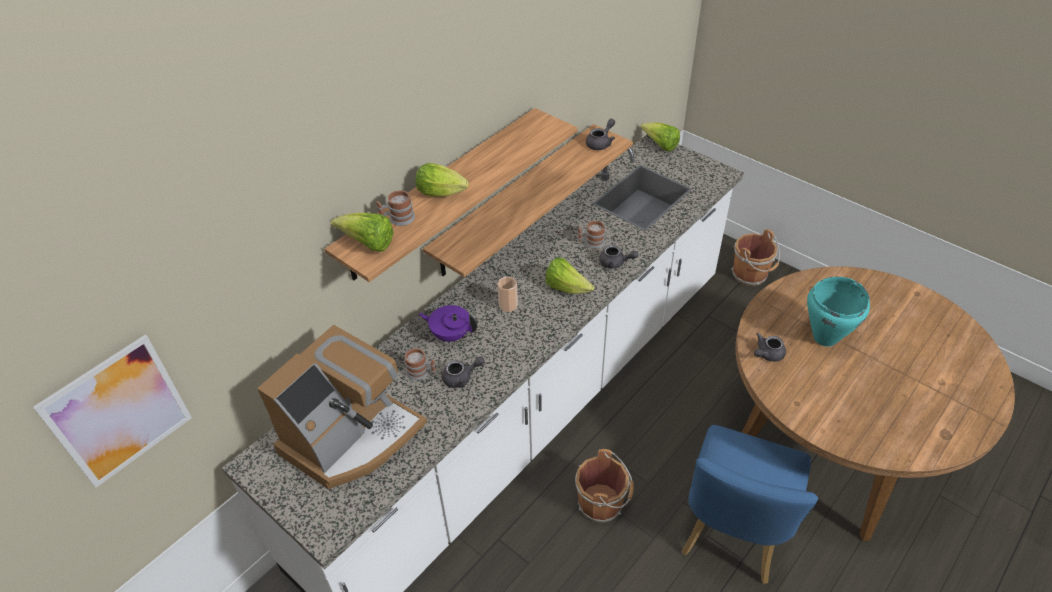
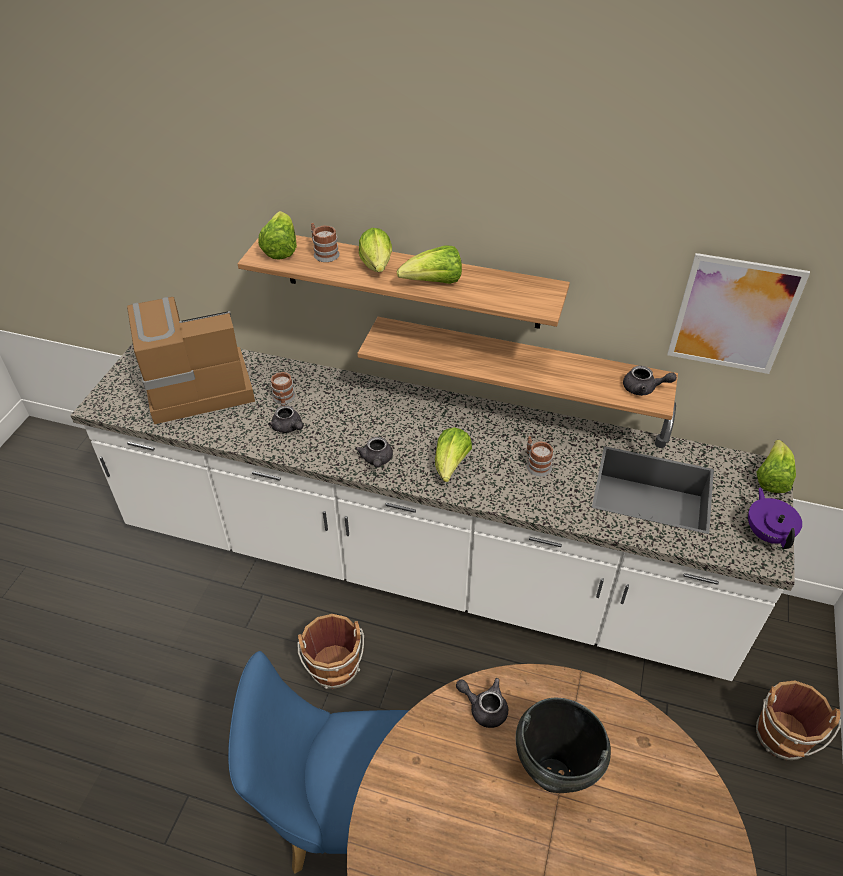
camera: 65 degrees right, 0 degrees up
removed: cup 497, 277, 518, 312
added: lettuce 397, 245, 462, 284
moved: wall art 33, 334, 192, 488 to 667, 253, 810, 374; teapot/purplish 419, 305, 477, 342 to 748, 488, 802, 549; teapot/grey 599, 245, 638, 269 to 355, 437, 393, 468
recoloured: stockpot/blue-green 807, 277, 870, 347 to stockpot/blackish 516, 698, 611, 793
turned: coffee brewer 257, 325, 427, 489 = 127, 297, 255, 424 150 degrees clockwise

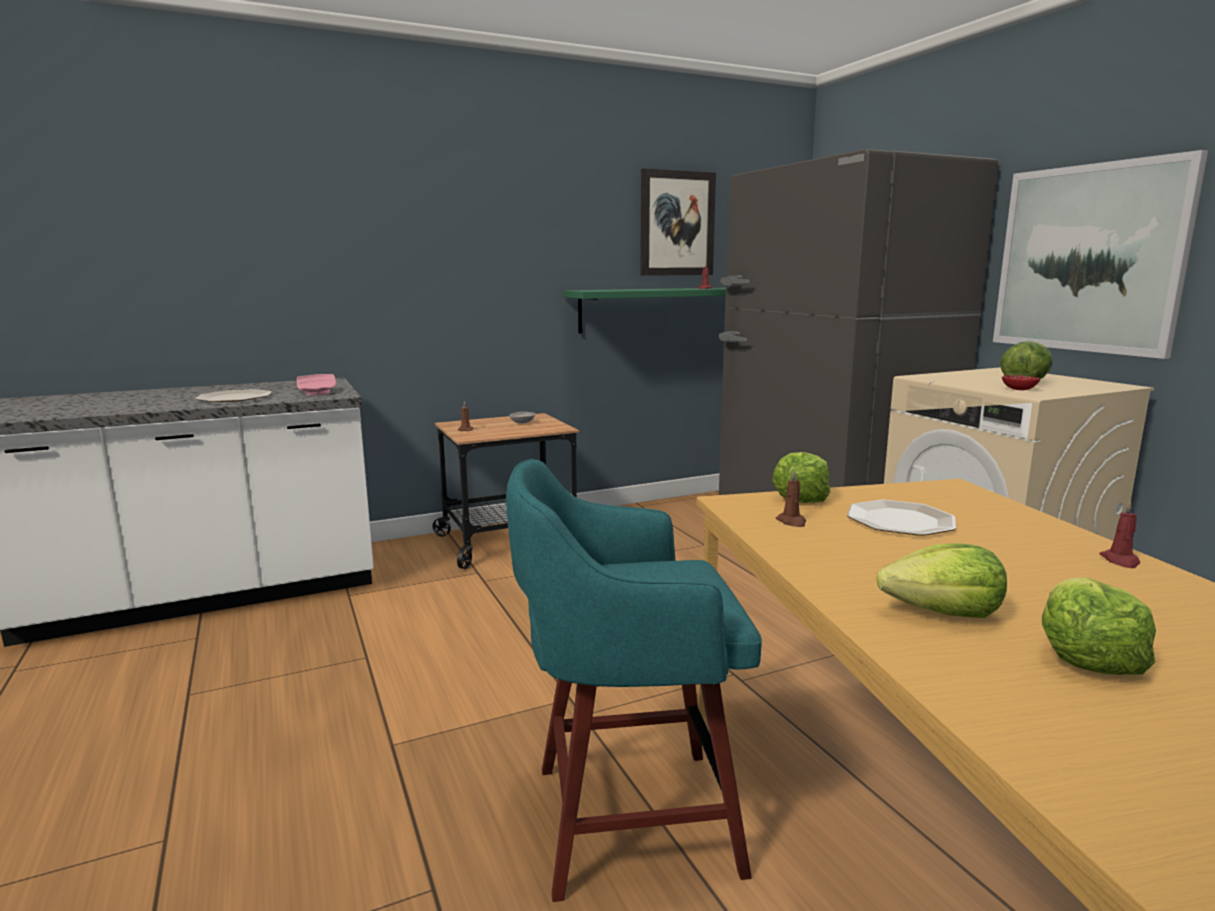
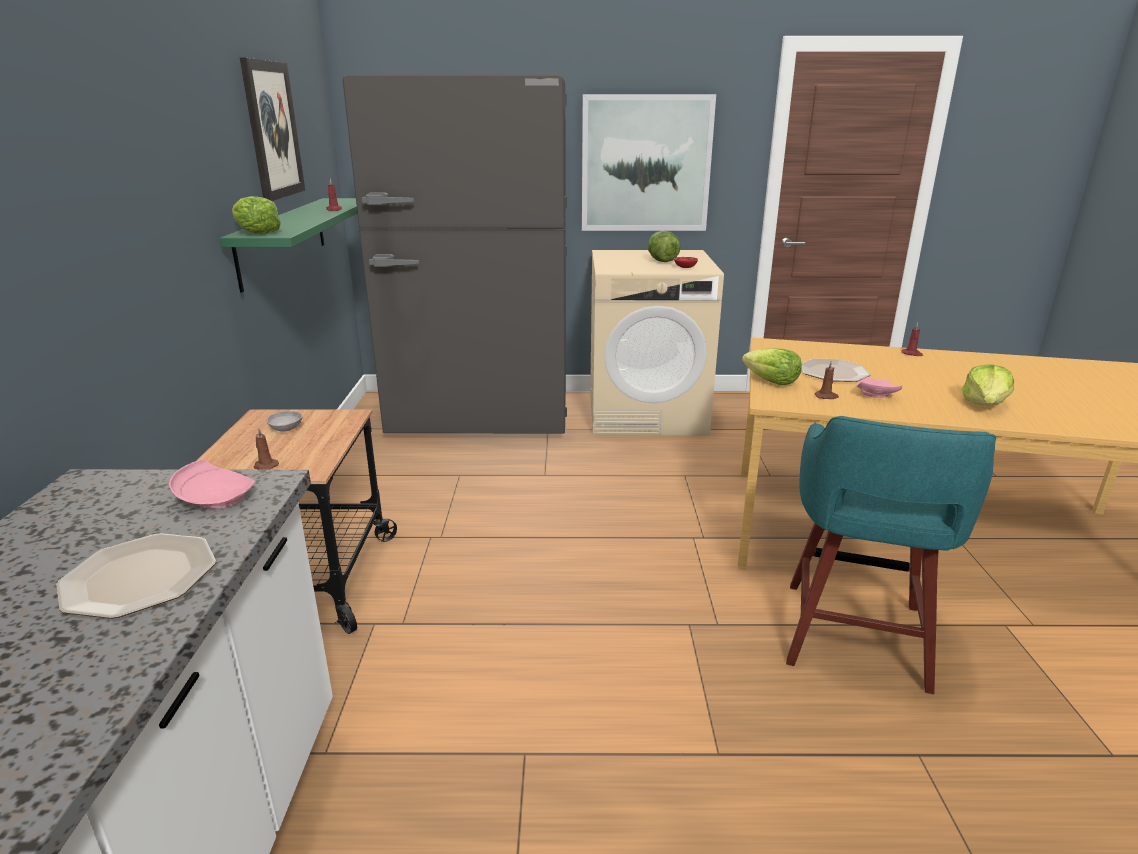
camera: 65 degrees left, 10 degrees up
added: flat dish/pink 856, 378, 902, 398
moved: lettuce 1042, 578, 1156, 675 to 232, 196, 281, 234

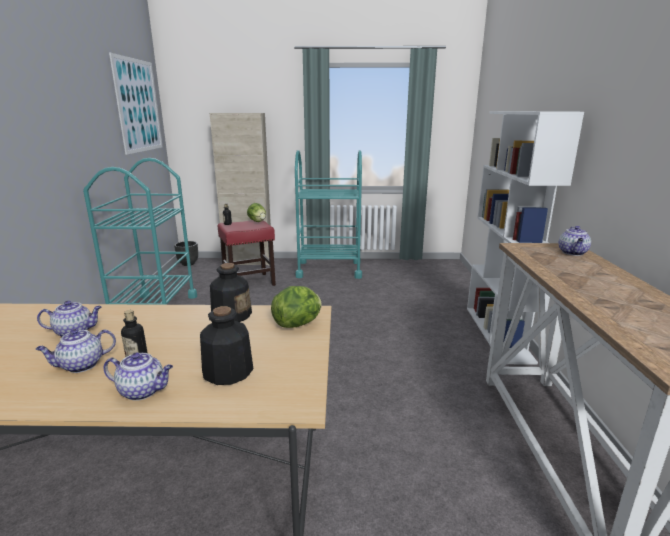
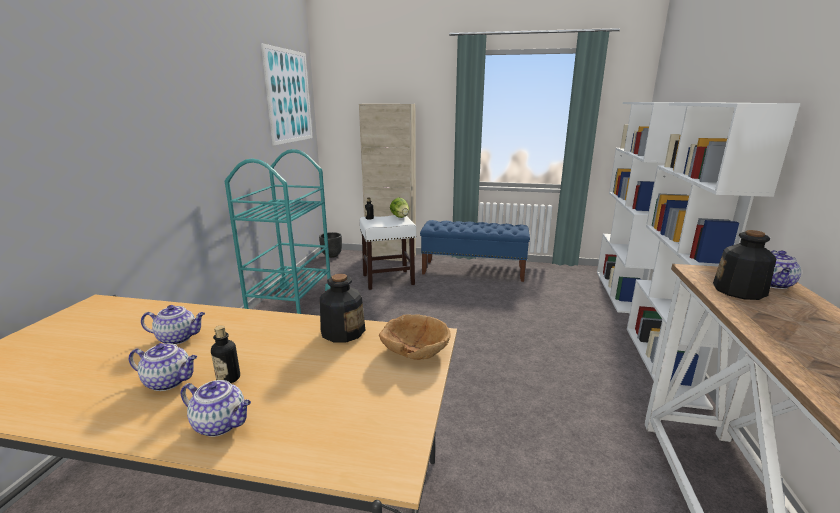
camera: 10 degrees right, 0 degrees up
added: bookcase/whitish 597, 102, 686, 313
moved: bottle 200, 306, 253, 385 to 713, 230, 777, 300
replaced: lettuce 271, 286, 322, 328 to bowl/brown-coloured 379, 314, 451, 360; wheeled cart/blue-green 295, 150, 362, 279 to long seat/bluish 420, 220, 530, 282
recoloured: stool seat/reddish 218, 220, 276, 286 to stool seat/whitish 360, 215, 416, 290
turned: teapot 35, 329, 116, 373 = 129, 343, 197, 391 150 degrees counterclockwise

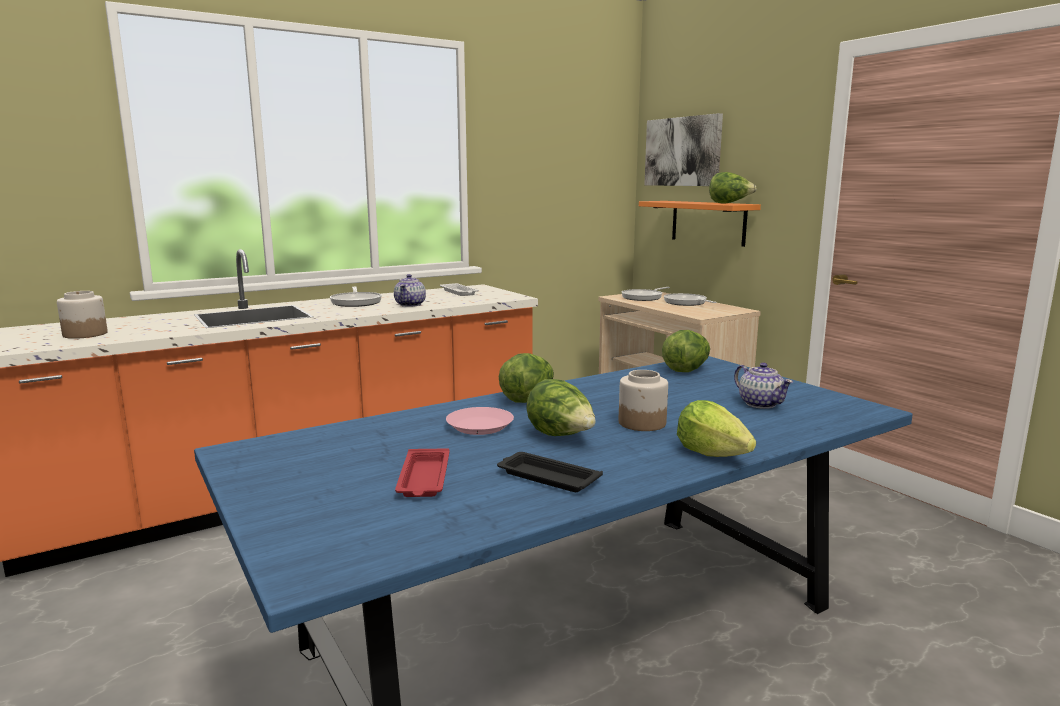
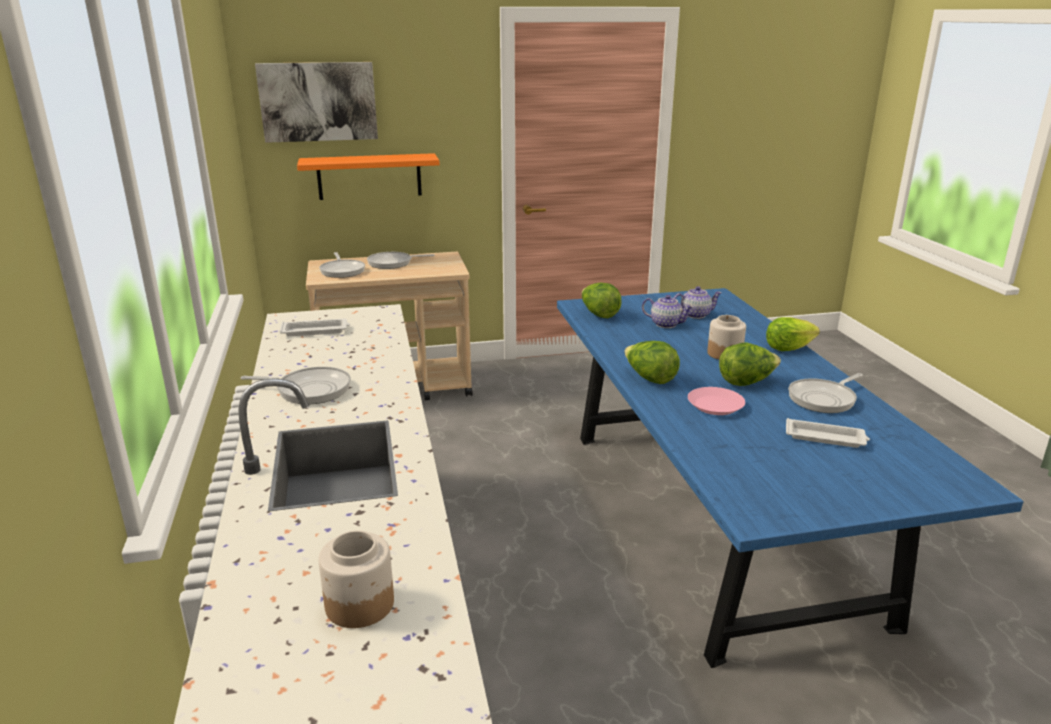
camera: 70 degrees left, 10 degrees up
removed: lettuce 709, 172, 757, 204
moved: teapot 394, 274, 426, 307 to 642, 295, 694, 328
replaced: carrying tray/blackish 497, 452, 603, 492 to pan 788, 373, 863, 413
recoloured: carrying tray/reddish 395, 448, 450, 497 to carrying tray/whitish 786, 418, 870, 448

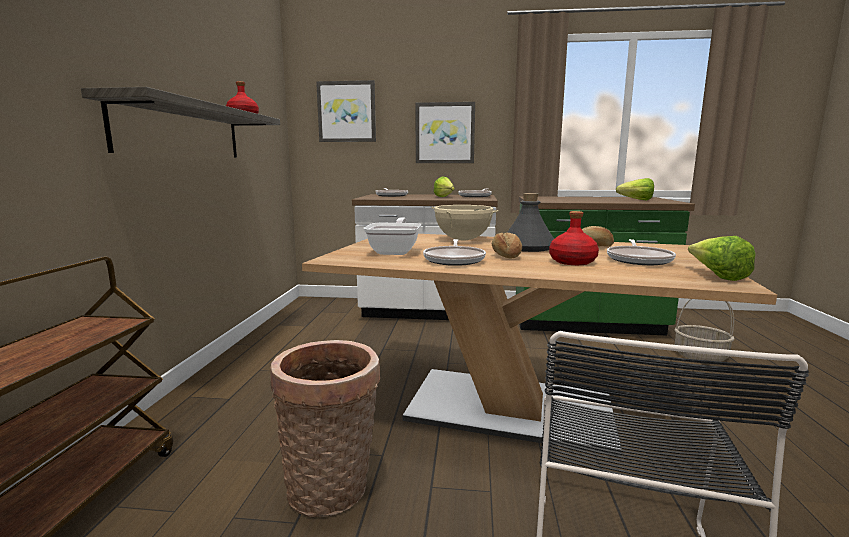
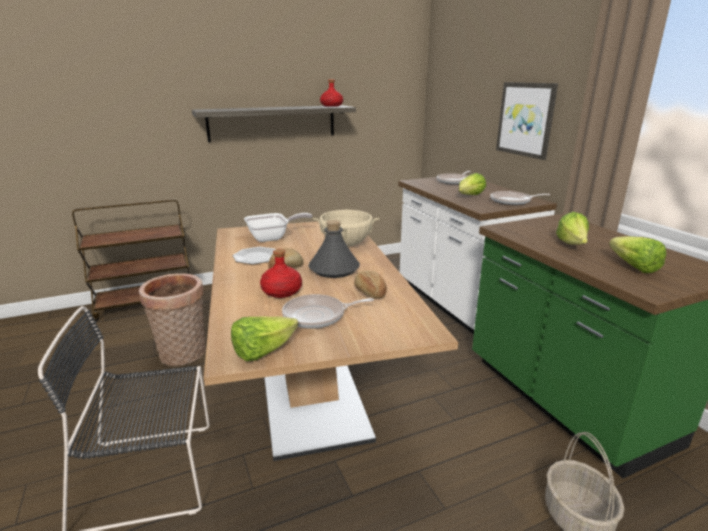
camera: 60 degrees right, 10 degrees up
removed: wall art 316, 80, 376, 142
added: lettuce 556, 212, 589, 245
replaced: pan 423, 239, 486, 266 to flat dish 233, 247, 276, 264

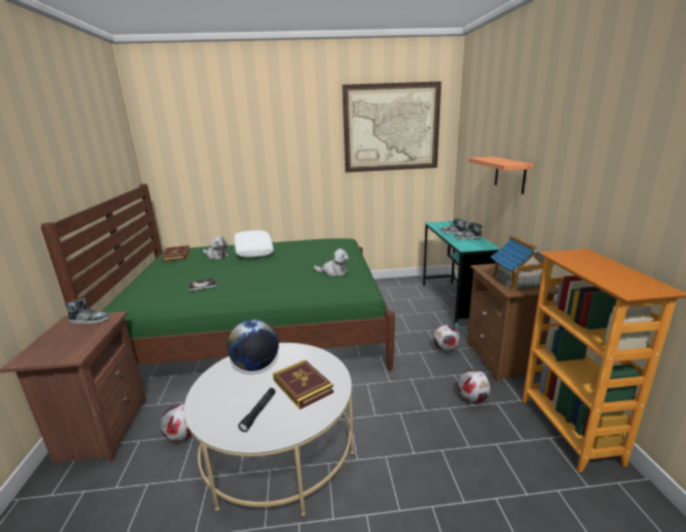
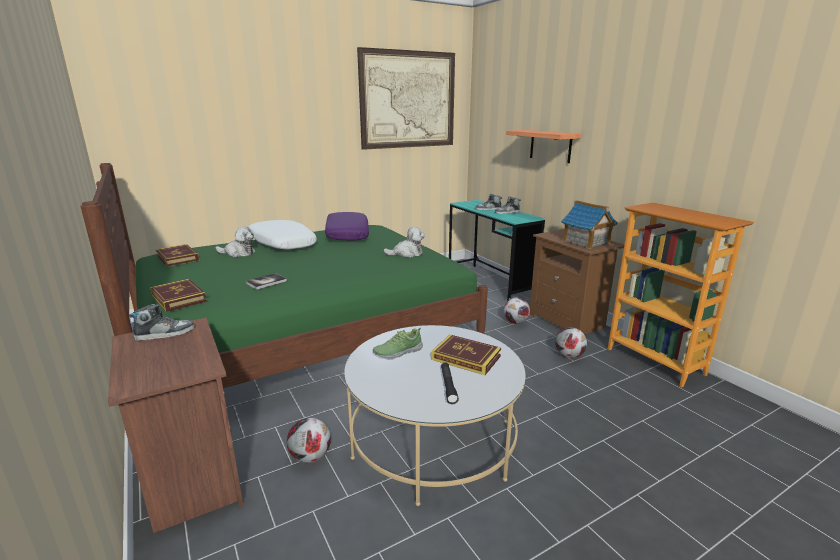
camera: 25 degrees left, 0 degrees up
added: book 150, 279, 207, 312; throw pillow/purplish 325, 212, 369, 241
replaced: world globe 227, 319, 279, 371 to shoe 373, 328, 423, 359

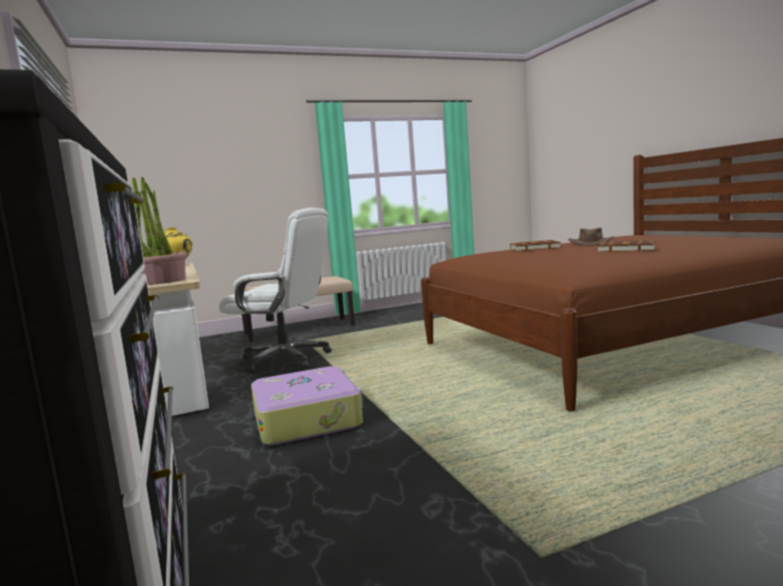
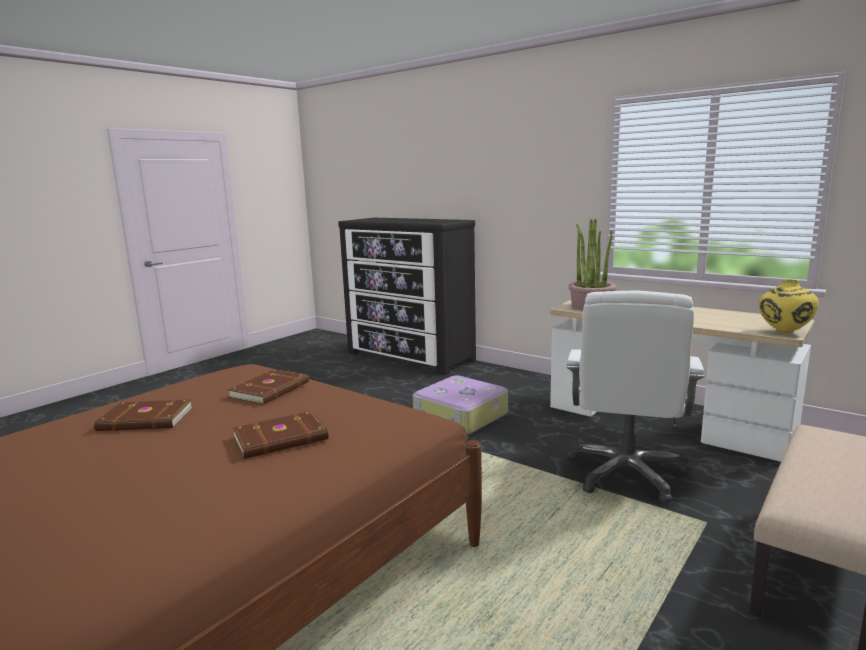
camera: 150 degrees right, 5 degrees up
removed: hat/brown-coloured 568, 228, 614, 246
added: book/brown-coloured 228, 369, 309, 404
turned: office chair/whitish 219, 208, 332, 373 = 567, 291, 704, 503 60 degrees counterclockwise

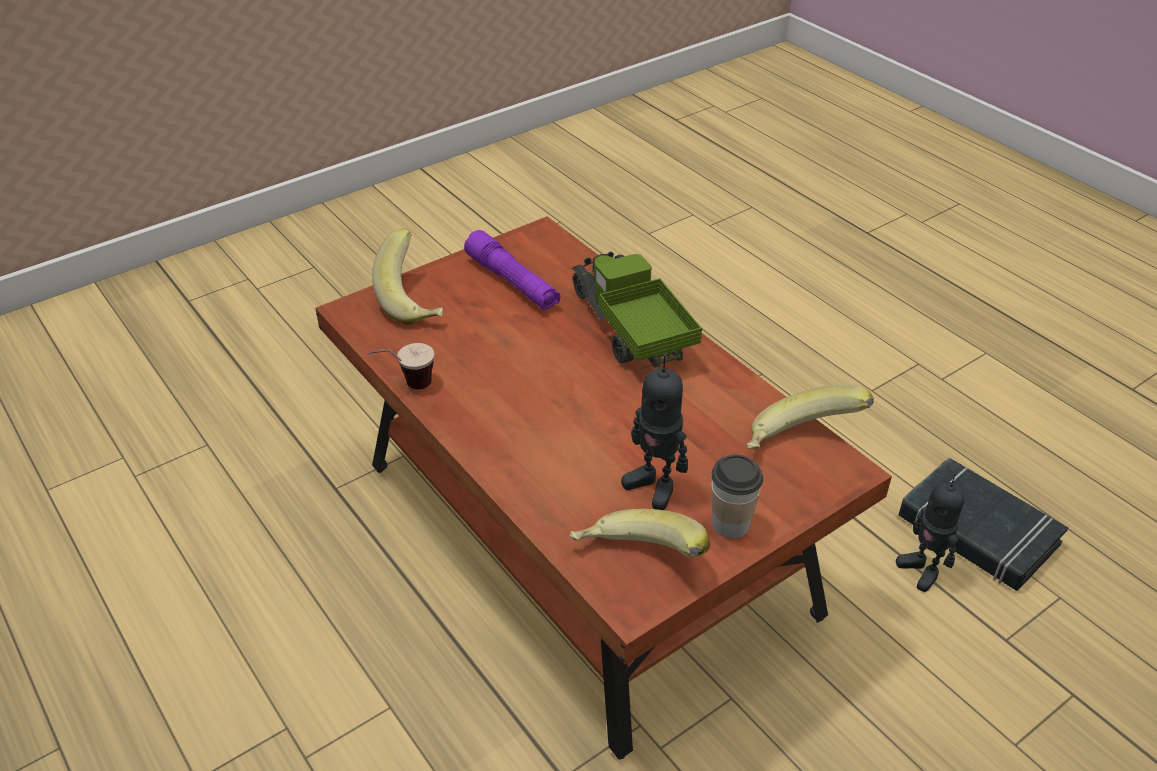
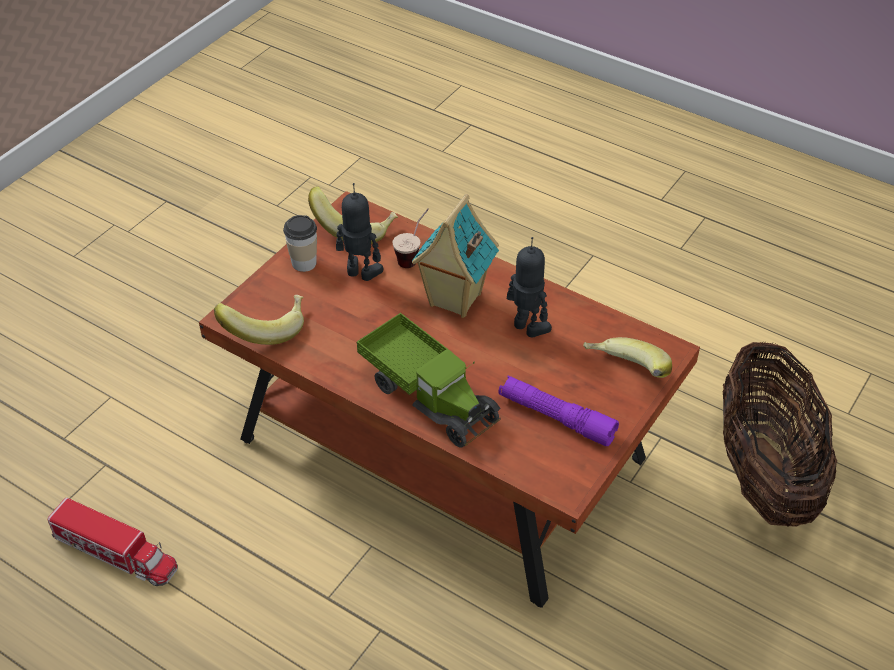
camera: 160 degrees right, 5 degrees up
added: model house 412, 194, 499, 318; household basket 723, 342, 837, 527
moved: cup 367, 343, 434, 389 to 392, 208, 429, 268; toy robot 896, 473, 965, 592 to 507, 237, 552, 337
replaced: book/blackish 899, 457, 1068, 591 to toy lorry 47, 498, 178, 586

